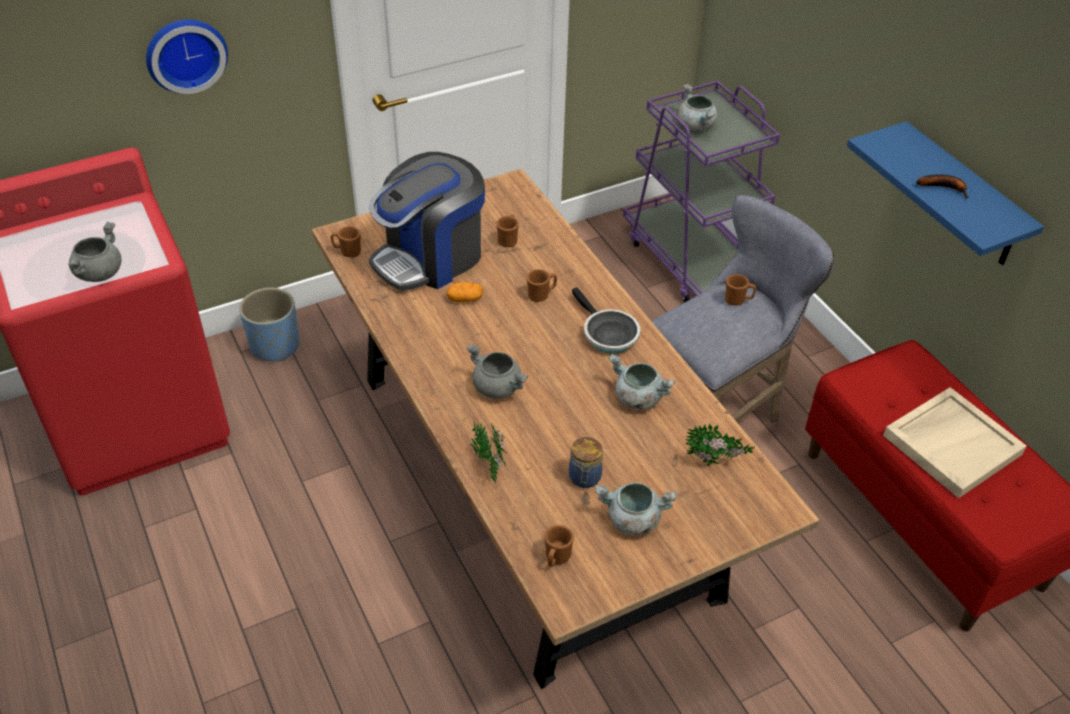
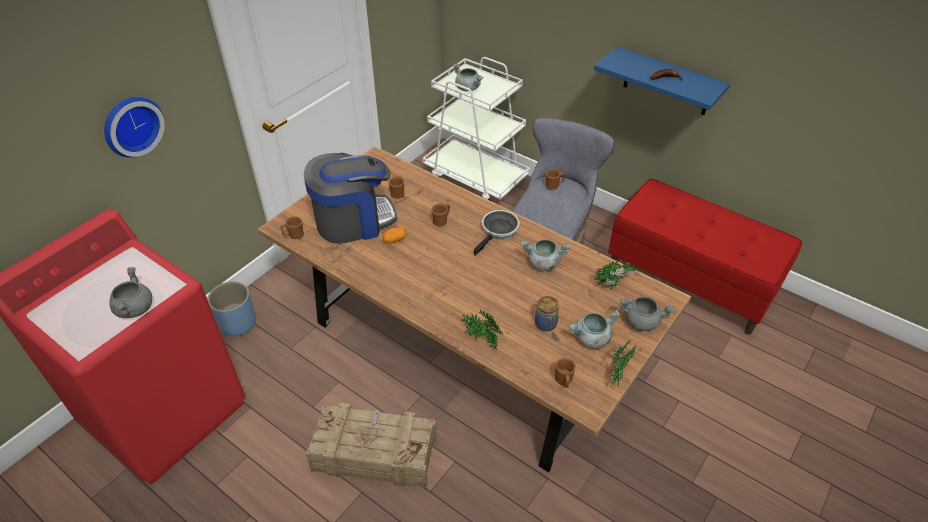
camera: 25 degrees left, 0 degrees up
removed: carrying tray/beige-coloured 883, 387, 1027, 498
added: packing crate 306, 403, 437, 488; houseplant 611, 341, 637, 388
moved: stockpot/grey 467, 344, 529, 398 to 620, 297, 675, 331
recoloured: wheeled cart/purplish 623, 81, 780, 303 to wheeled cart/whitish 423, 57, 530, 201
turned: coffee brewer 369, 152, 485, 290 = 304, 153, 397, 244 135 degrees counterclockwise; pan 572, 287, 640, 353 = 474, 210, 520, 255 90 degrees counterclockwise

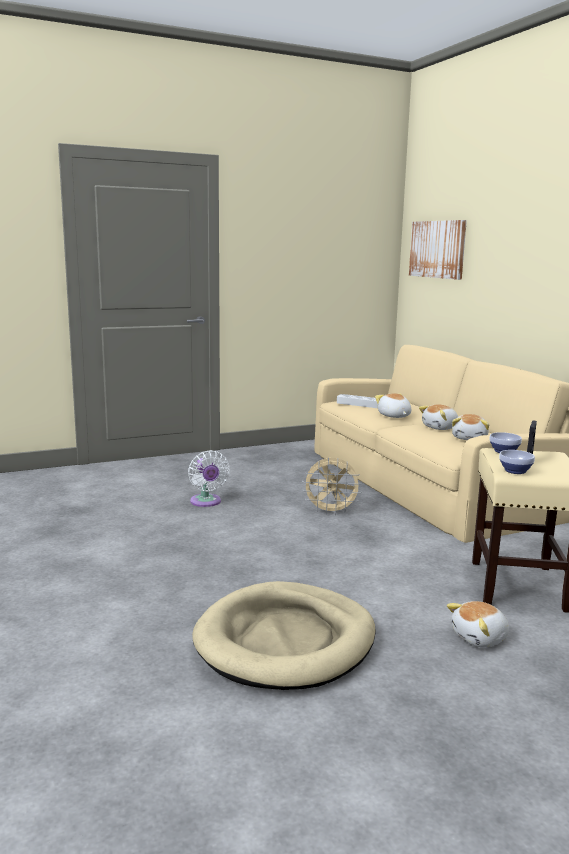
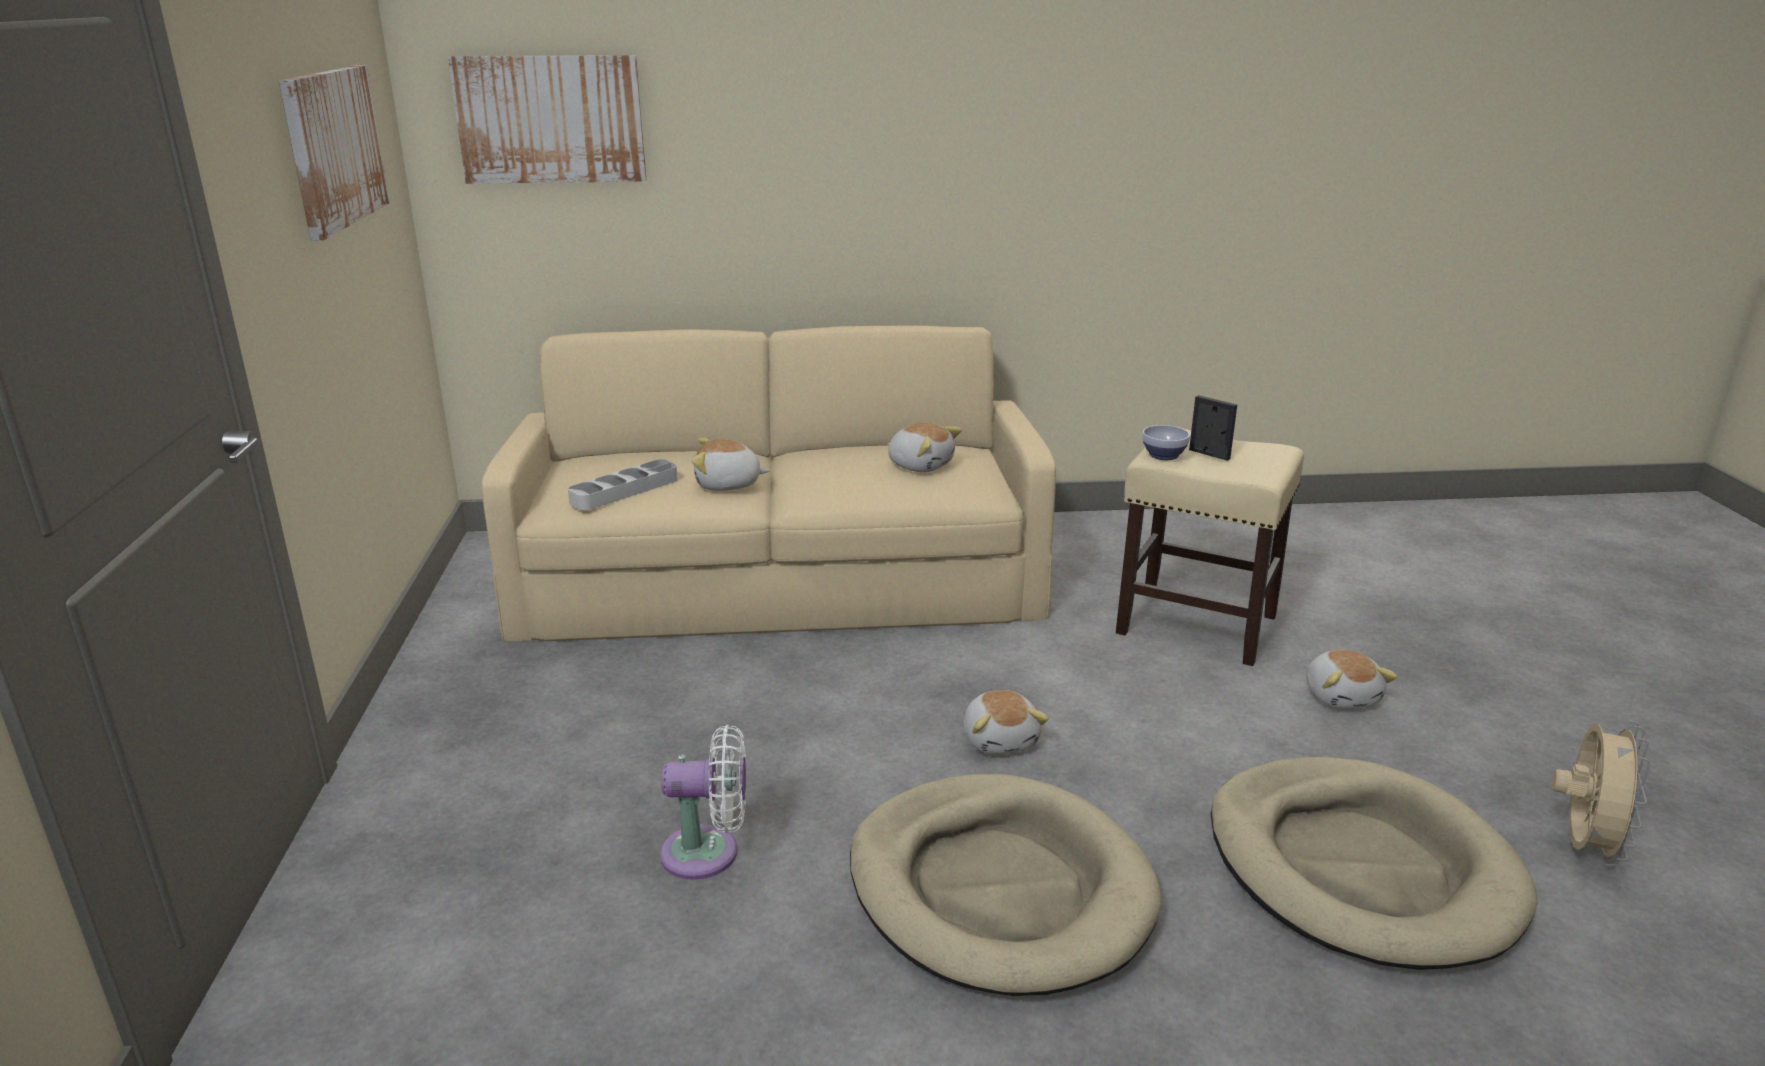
camera: 70 degrees left, 10 degrees up
removed: bowl 499, 450, 535, 474
added: wall art 279, 65, 390, 241; dog cushion/beige-coloured 850, 774, 1161, 996
moved: electric fan/beige-coloured 302, 458, 362, 515 to 1552, 720, 1650, 866; plush toy 419, 404, 458, 430 to 964, 690, 1049, 754

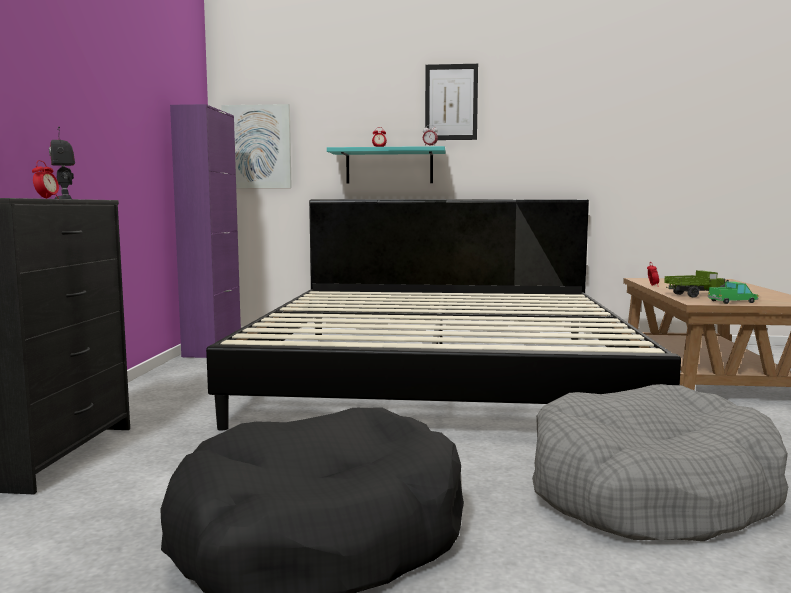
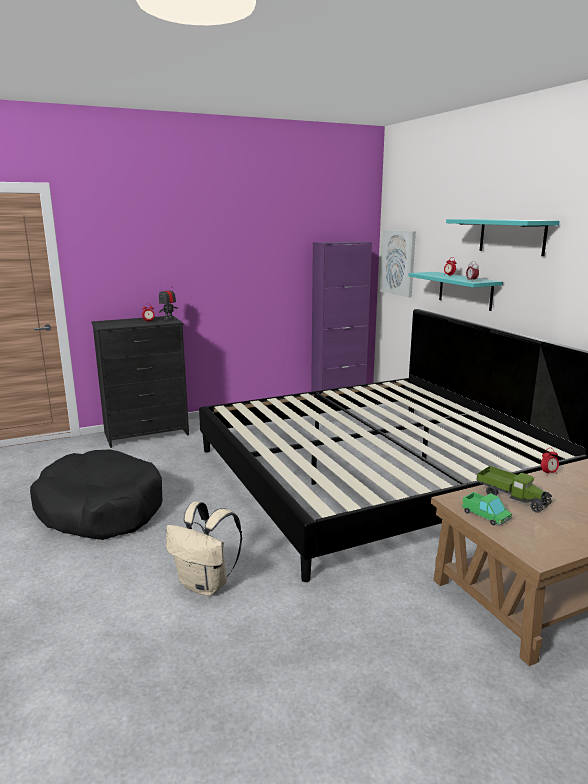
camera: 60 degrees right, 10 degrees up
replaced: wall art 425, 64, 478, 140 to shelf/blue-green 446, 219, 559, 256; dog cushion/grey 532, 384, 788, 541 to knapsack/beige-coloured 166, 501, 242, 596

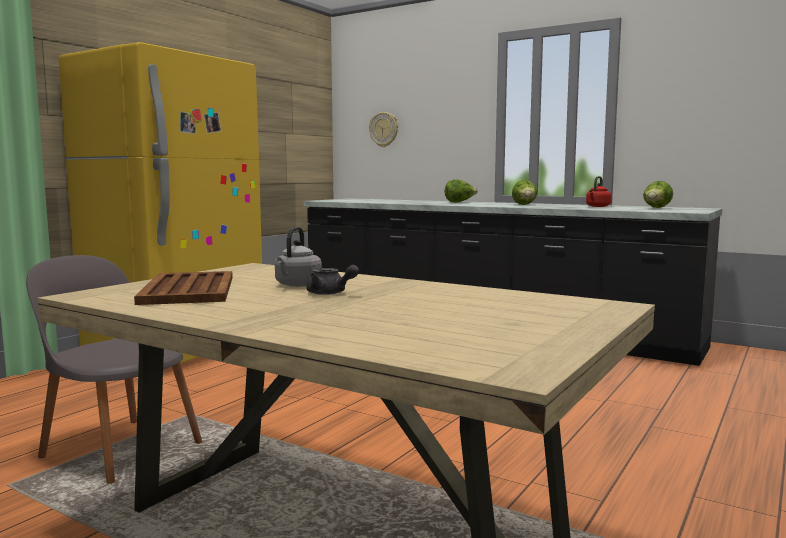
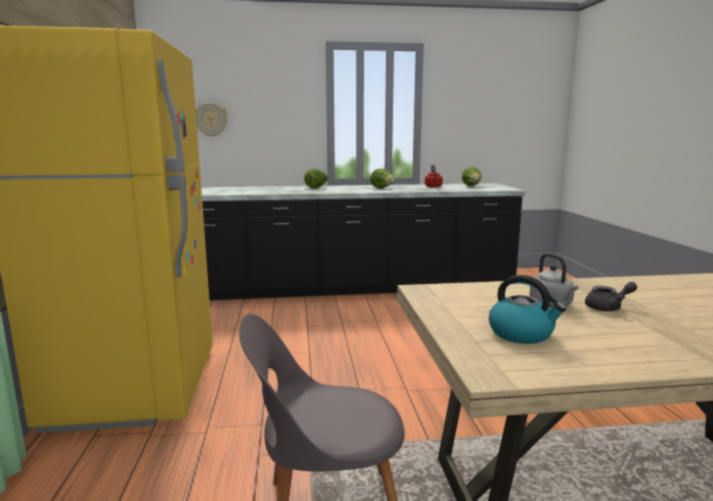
camera: 40 degrees left, 5 degrees up
replaced: carrying tray/brown-coloured 134, 271, 233, 305 to water kettle 489, 275, 567, 344

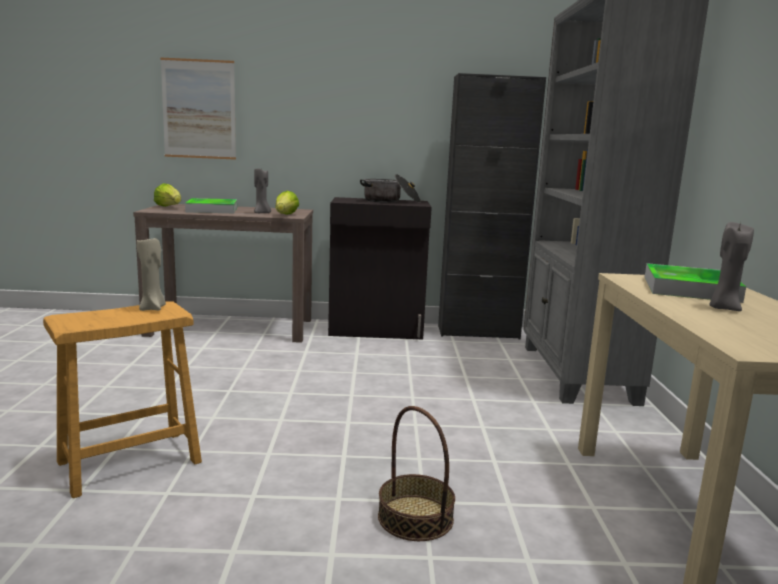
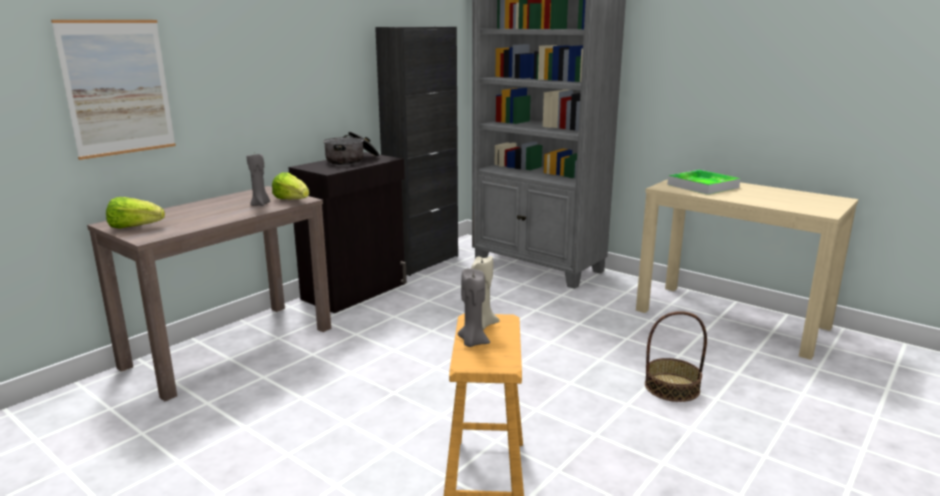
camera: 50 degrees left, 5 degrees up
removed: carrying tray 185, 198, 237, 213
moved: wax light/grey 709, 222, 754, 311 to 458, 268, 490, 347

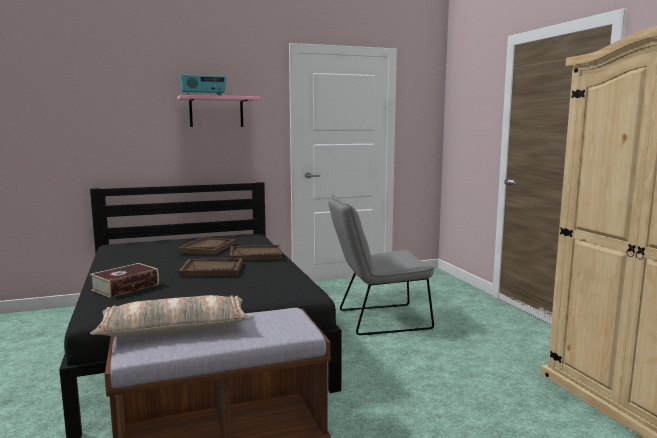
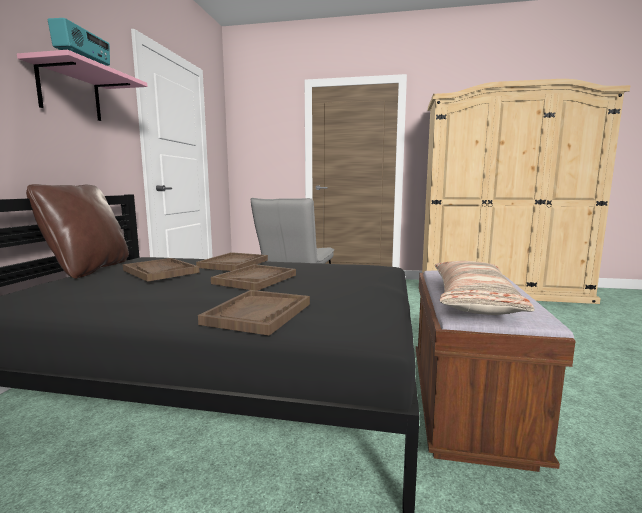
camera: 60 degrees left, 0 degrees up
added: throw pillow/brown-coloured 26, 184, 129, 279
replaced: book 90, 263, 159, 298 to carrying tray/brown-coloured 198, 290, 310, 336

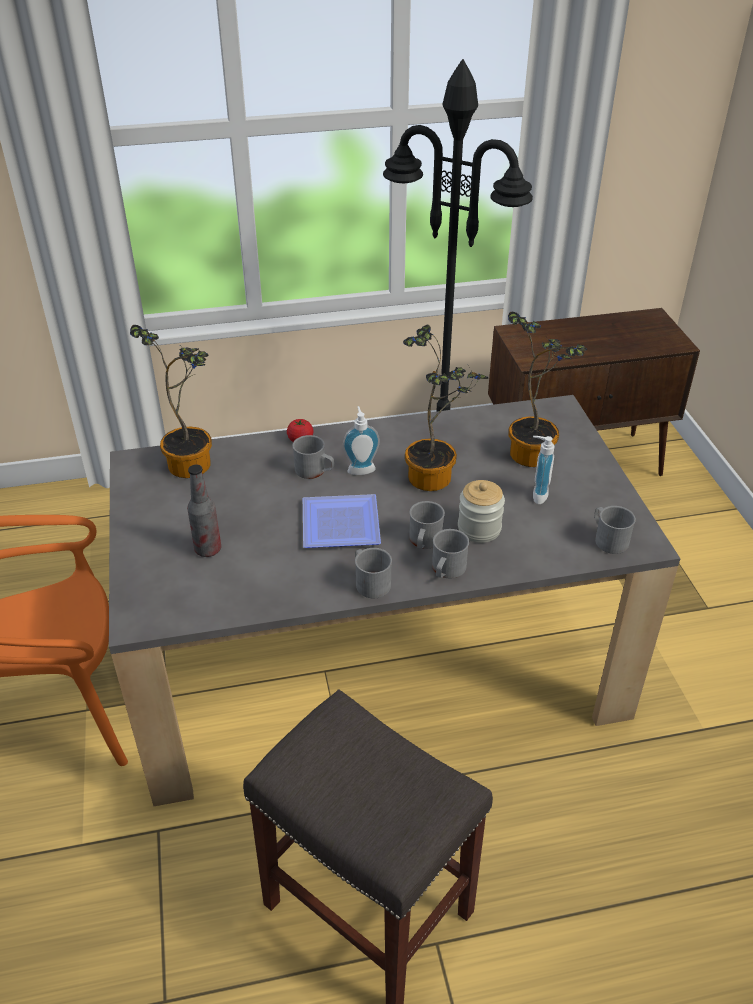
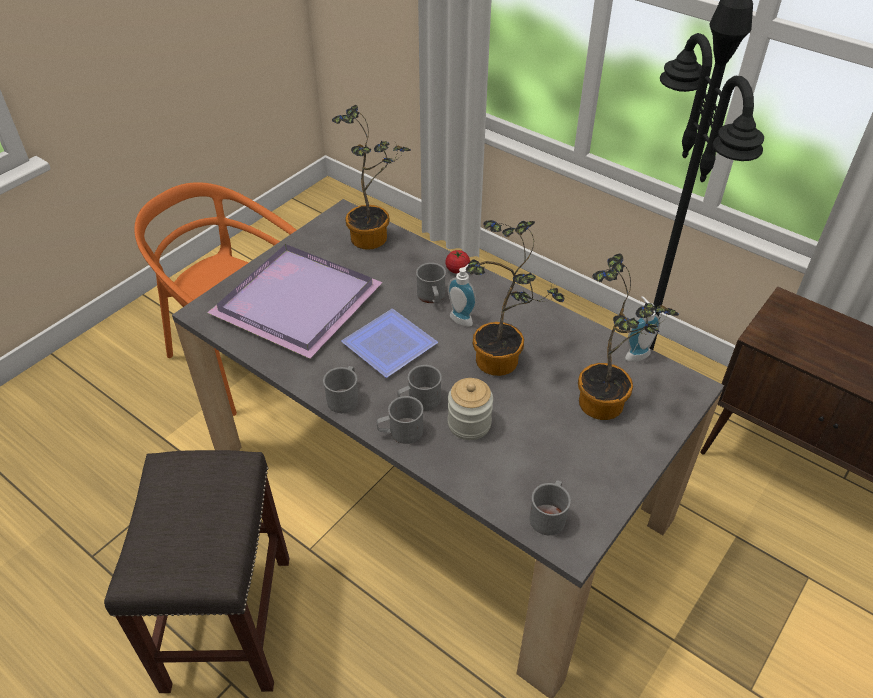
camera: 50 degrees right, 5 degrees up
moved: soap bottle 533, 436, 554, 504 to 625, 296, 660, 362
replaced: bottle 187, 465, 221, 557 to carrying tray/purplish 207, 244, 383, 359

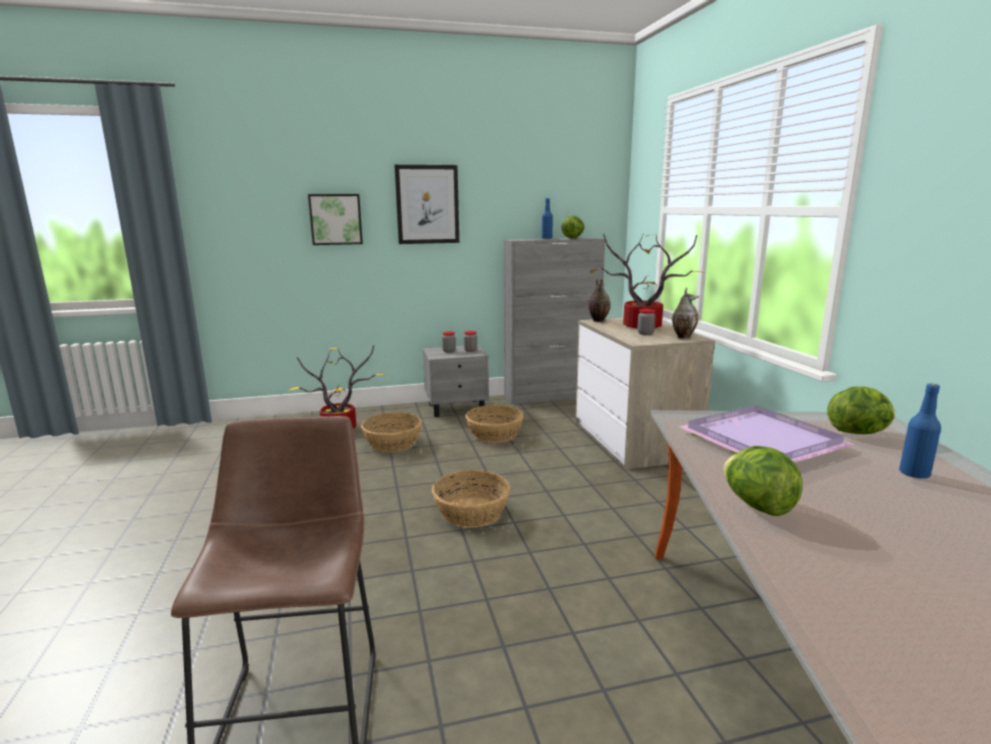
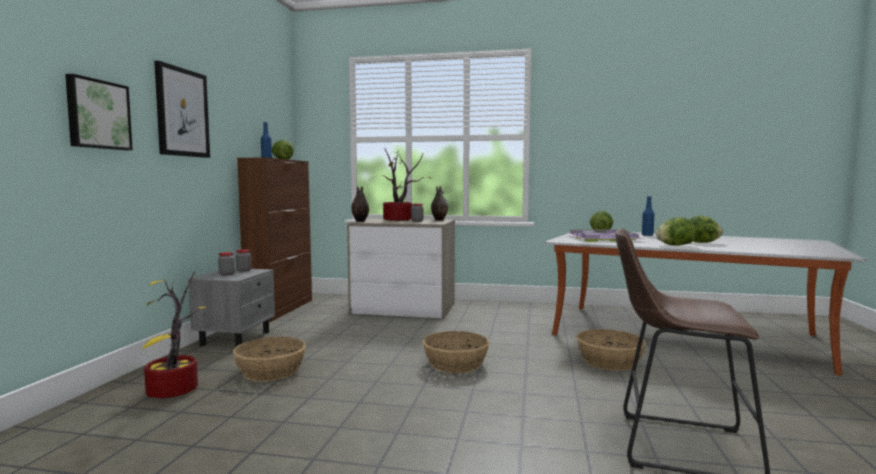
camera: 65 degrees left, 10 degrees down
added: lettuce 688, 215, 723, 243
moved: household basket 465, 405, 524, 442 to 576, 329, 646, 371
recoloured: cabinet/grey 504, 238, 605, 404 to cabinet/brown-coloured 237, 157, 312, 322

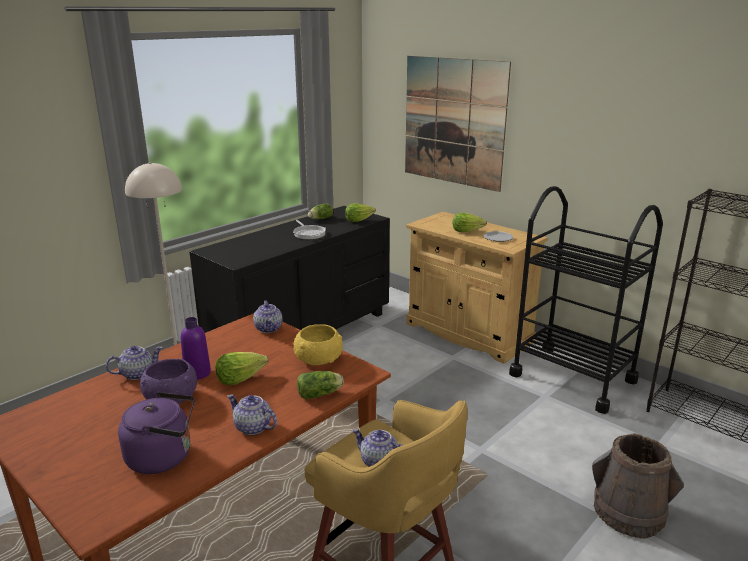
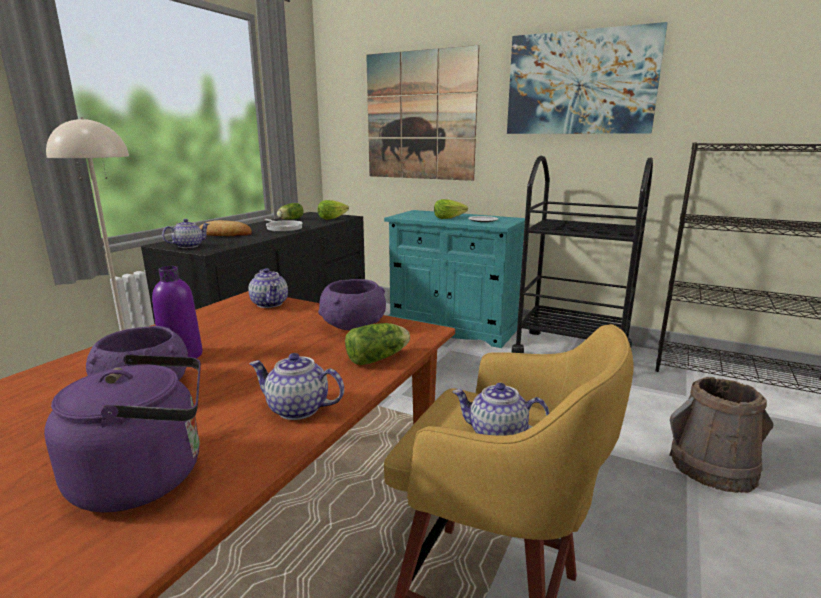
camera: 15 degrees left, 5 degrees down
removed: lettuce 215, 352, 268, 385
added: baked bread 199, 220, 252, 236; wall art 507, 22, 667, 134
moved: teapot 106, 346, 162, 380 to 162, 219, 209, 248
recoloured: bowl/yellow 293, 324, 343, 365 to bowl/purplish 318, 279, 386, 330; cabinet/beige-coloured 406, 212, 548, 364 to cabinet/blue-green 384, 210, 525, 348

